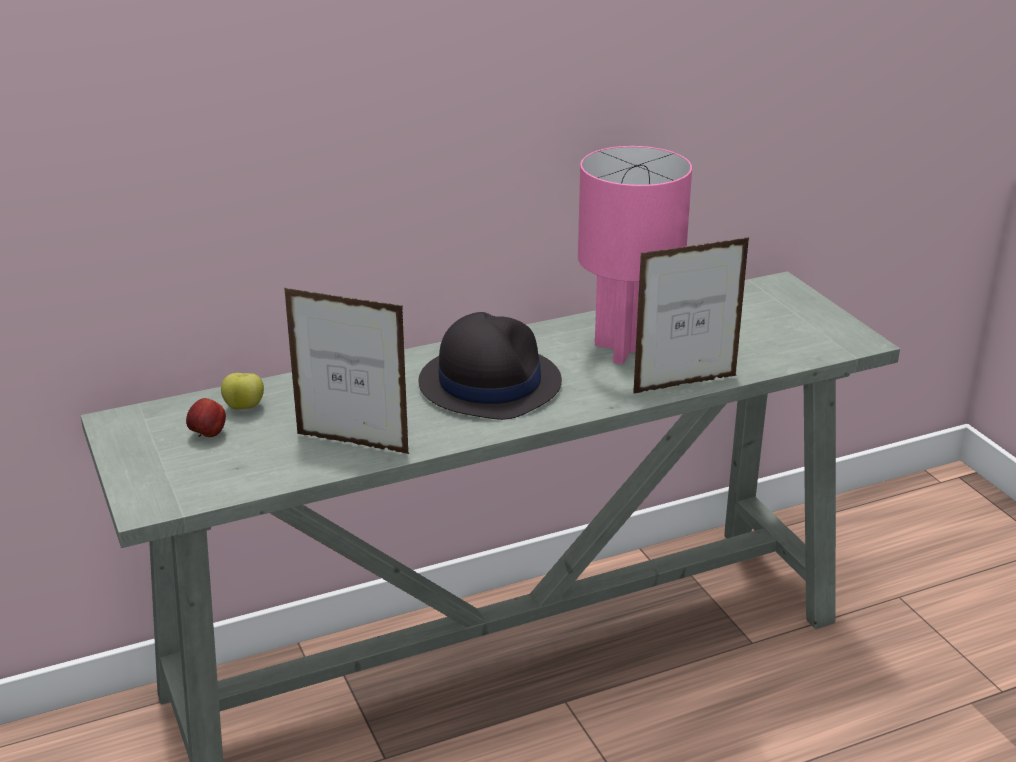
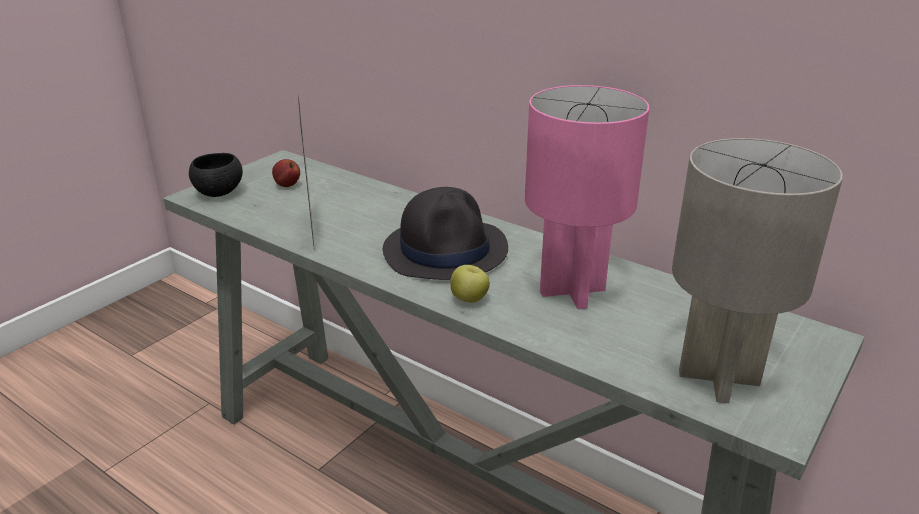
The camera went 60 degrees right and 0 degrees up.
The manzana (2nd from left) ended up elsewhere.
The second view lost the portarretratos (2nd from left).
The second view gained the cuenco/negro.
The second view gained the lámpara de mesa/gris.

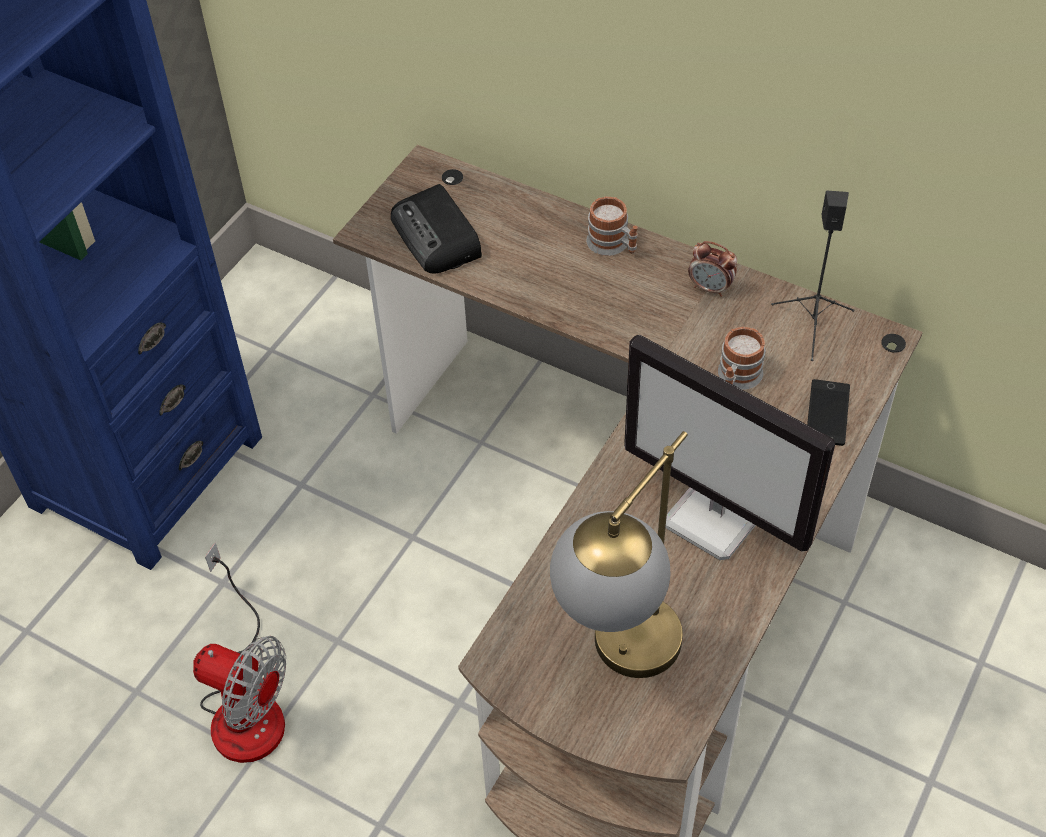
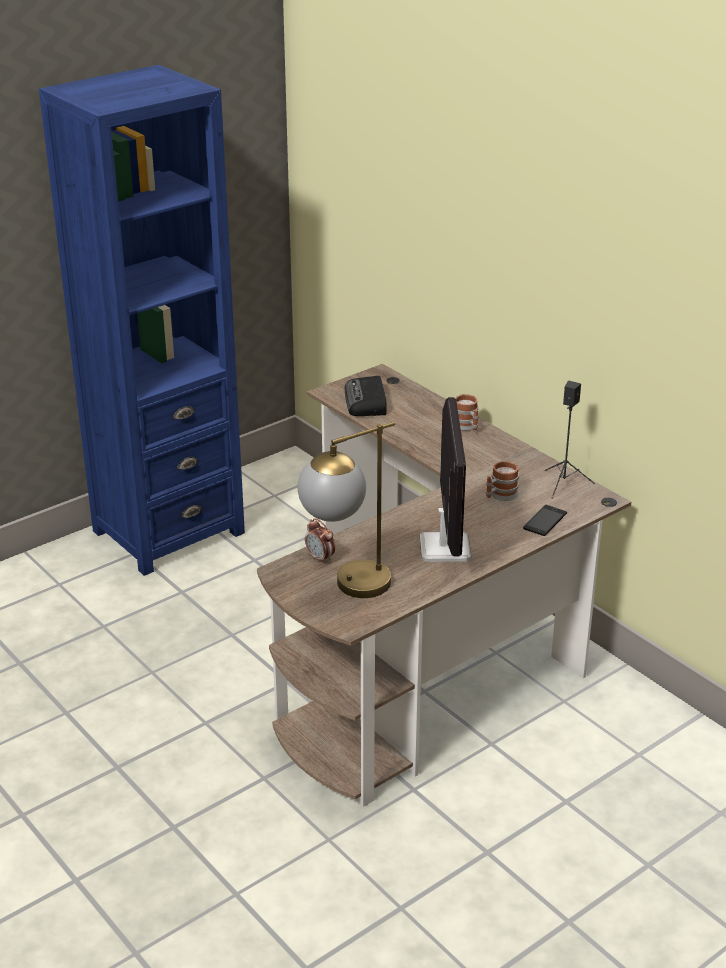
The camera went 20 degrees right and 20 degrees down.
The second view lost the ventilador.
The monitor ended up facing another way, 150 degrees counterclockwise from before.
The despertador ended up elsewhere.

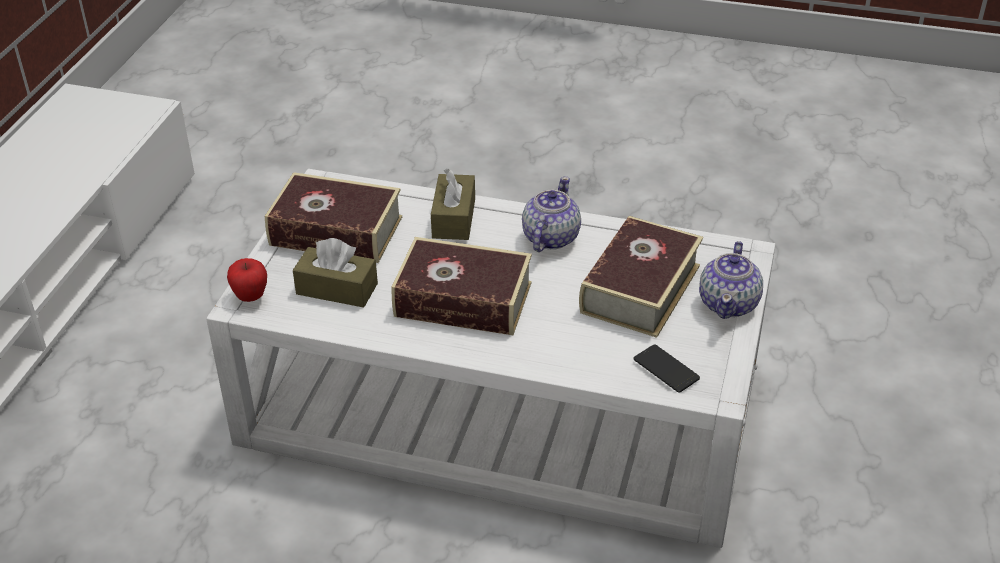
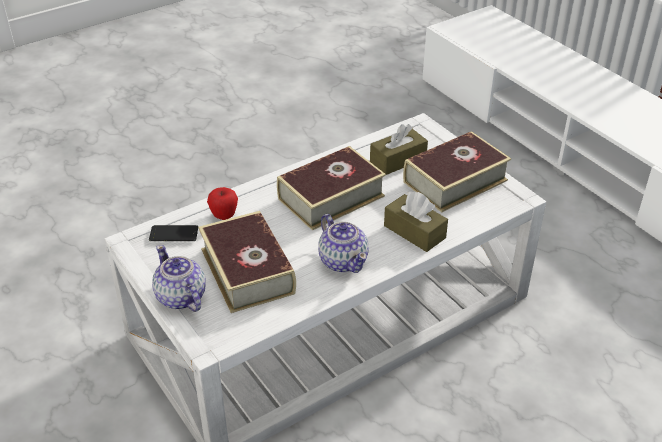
The camera went 130 degrees right and 0 degrees up.
The manzana ended up elsewhere.

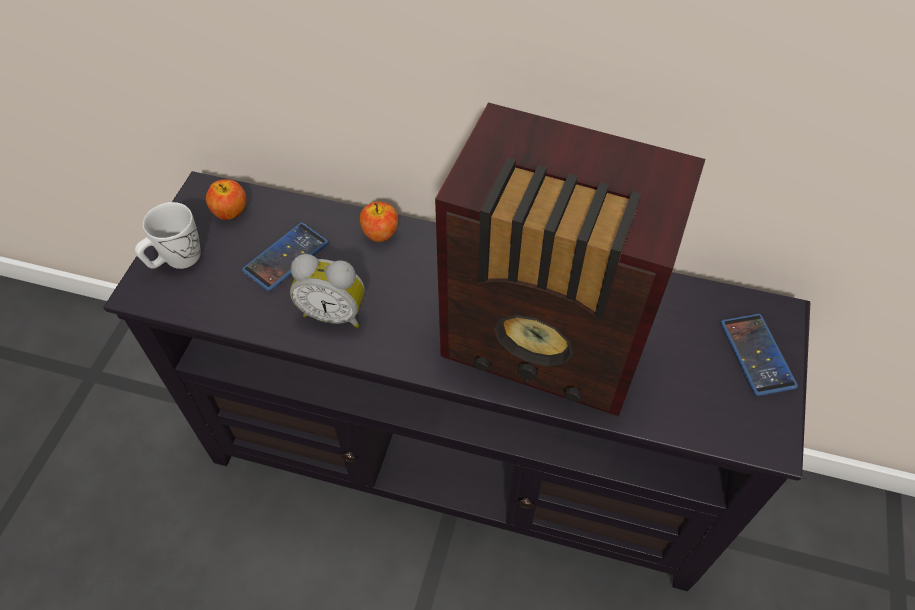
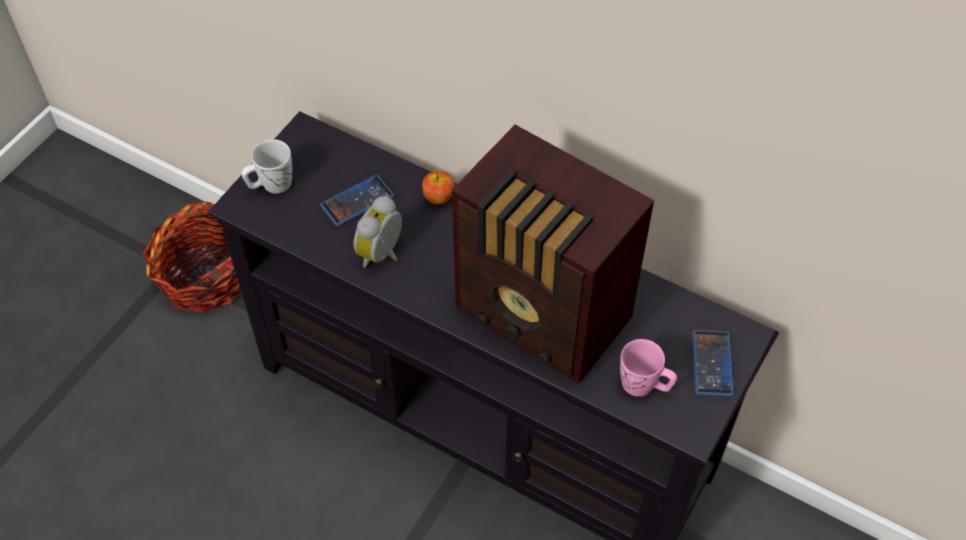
The camera went 15 degrees right and 0 degrees up.
The second view lost the manzana (1st from left).
The despertador ended up facing another way, 90 degrees clockwise from before.
The second view gained the cesta.
The second view gained the taza grande/rosa.

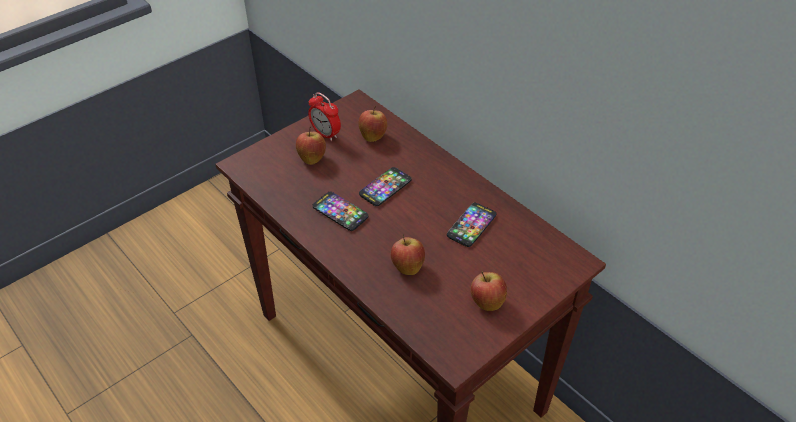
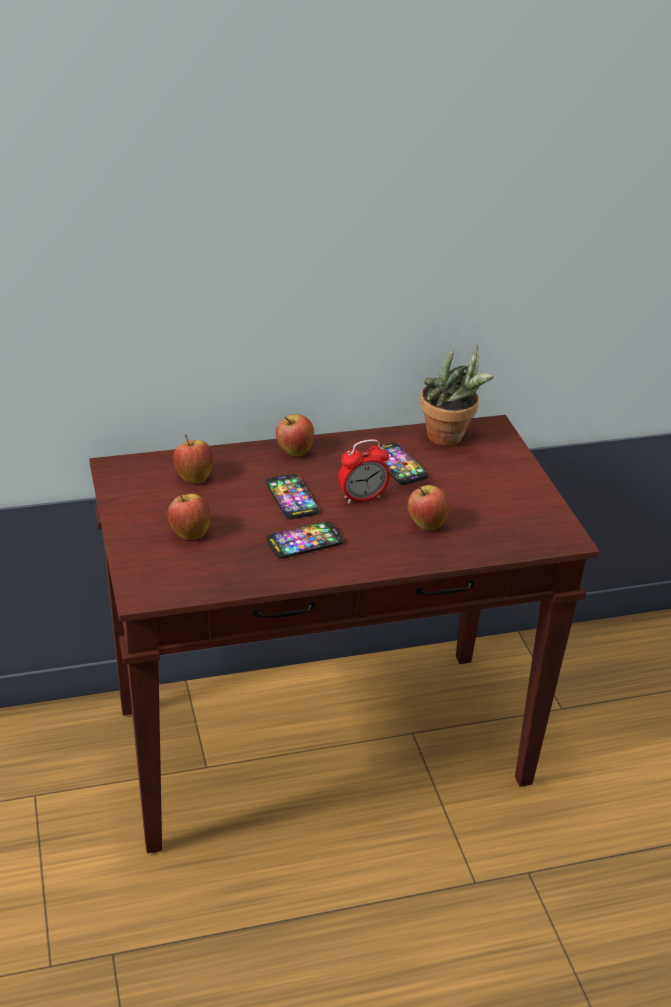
The camera went 65 degrees left and 10 degrees down.
The despertador ended up elsewhere.
The manzana (4th from left in the first image) ended up elsewhere.
The second view gained the planta en maceta.

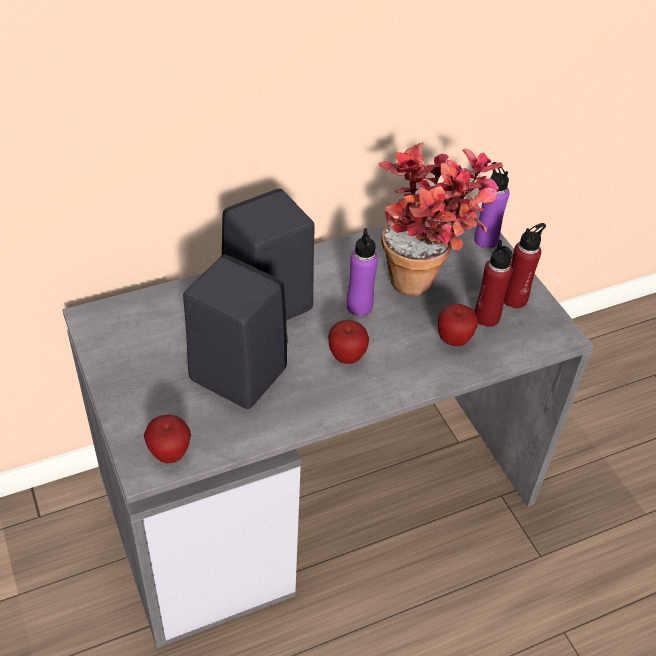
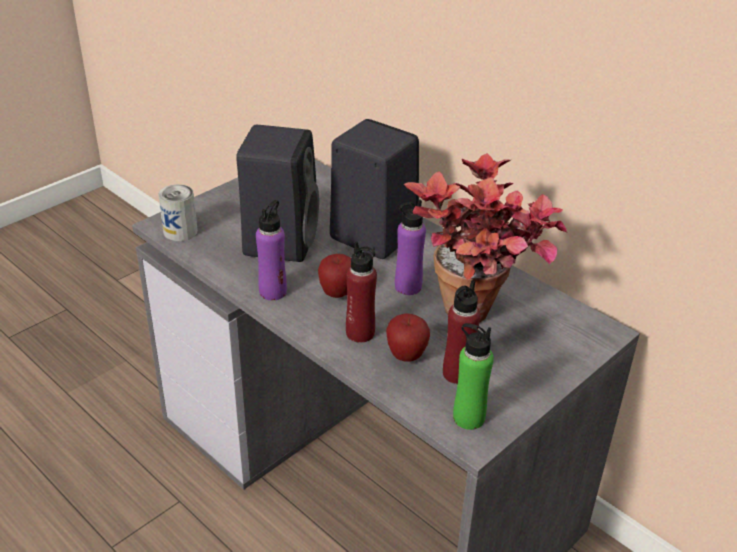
The camera went 70 degrees right and 10 degrees down.
Where the manzana (1st from left) stood, the lata came to stand.
The botella/morado (2nd from left in the first image) ended up elsewhere.
The botella/rojo (2nd from left in the first image) ended up elsewhere.
The second view gained the botella/verde.

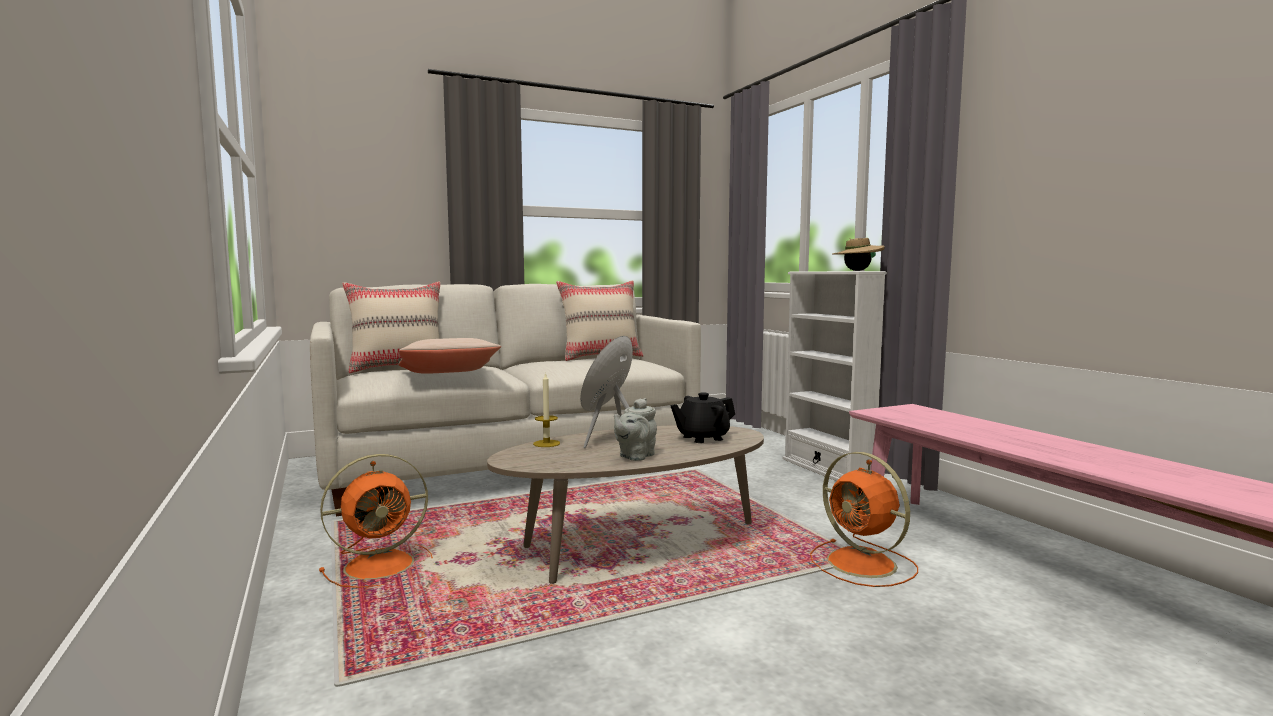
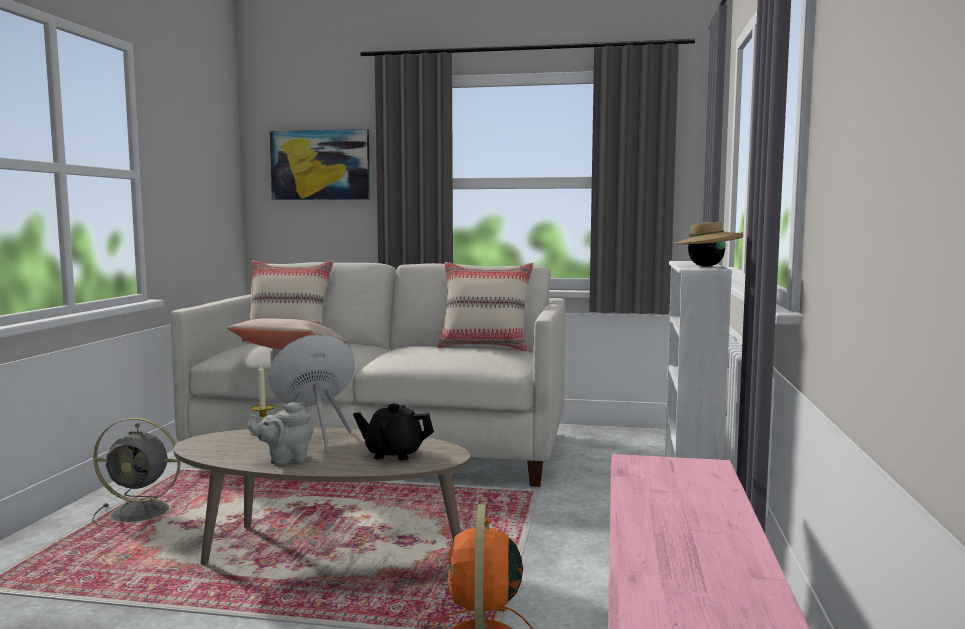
The camera went 35 degrees right and 0 degrees up.
What was the ventilador/naranja (1st from left) turned into the ventilador/gris.
The second view gained the cuadro.

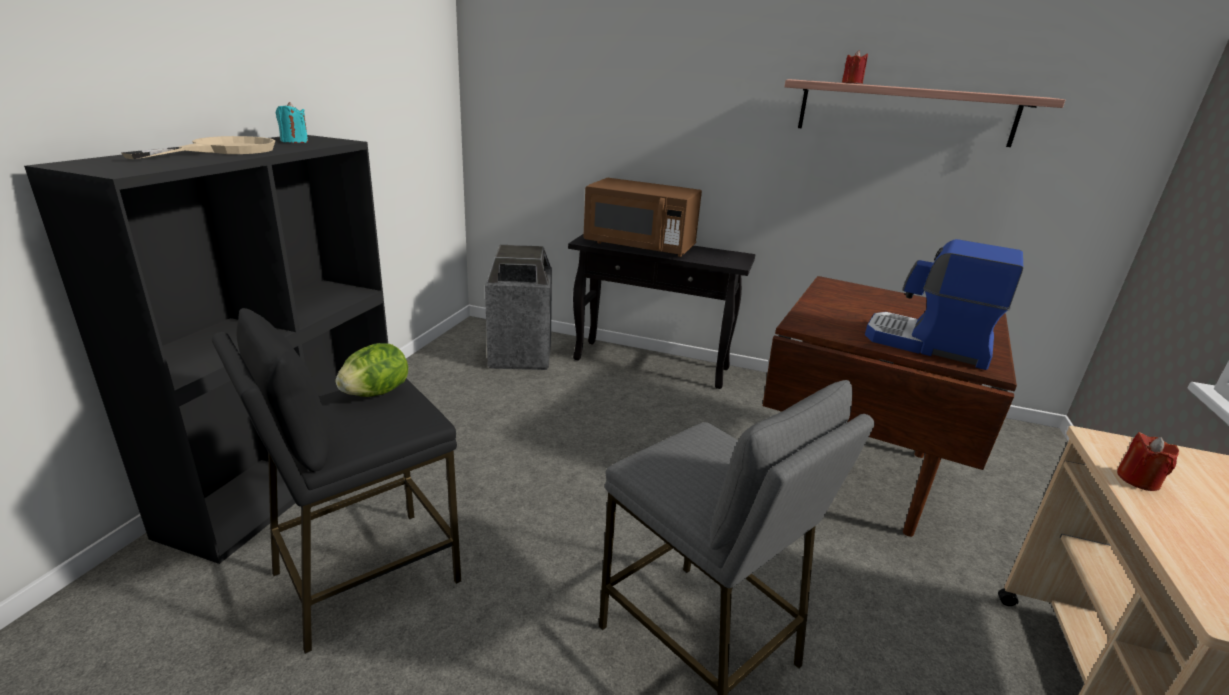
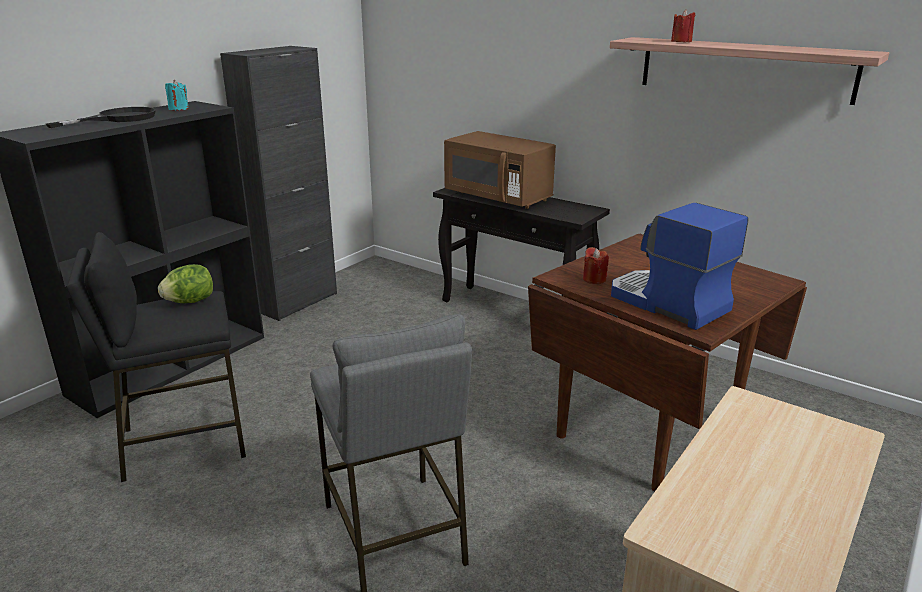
The camera went 20 degrees right and 0 degrees up.
What was the sartén/beis turned into the sartén/negro.
The second view lost the papelera.
The vela/rojo (2nd from left in the first image) ended up elsewhere.
The second view gained the armario/negro.

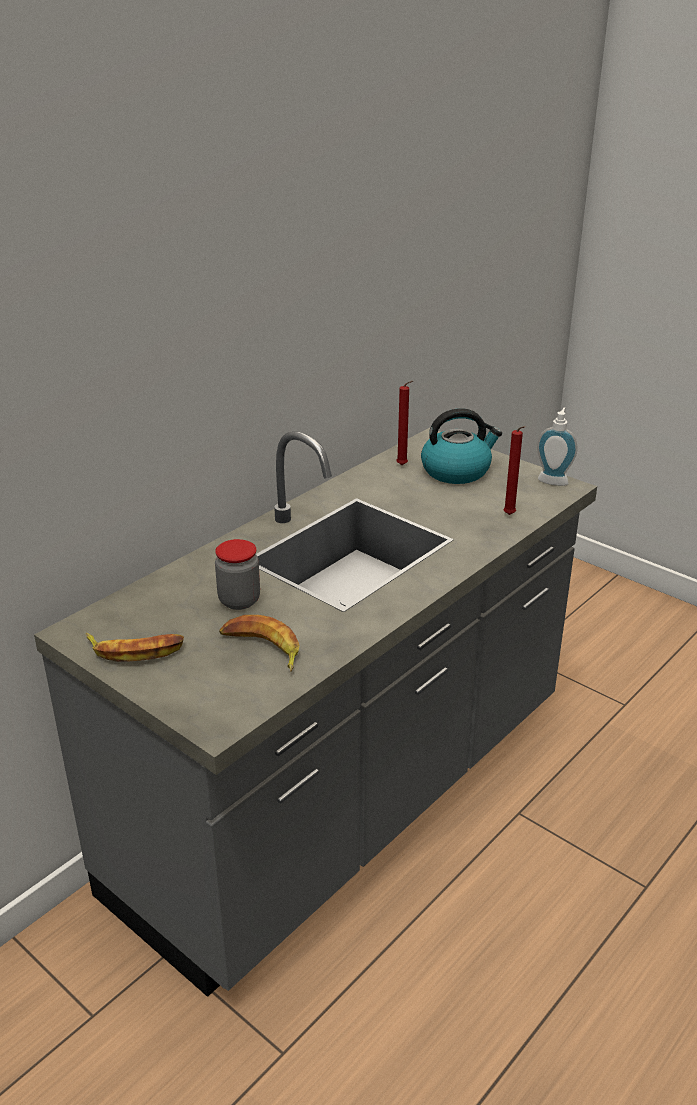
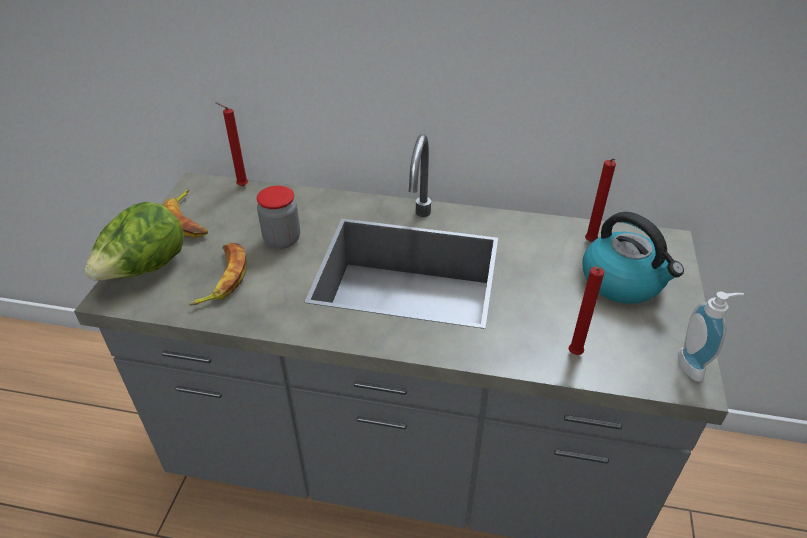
The camera went 60 degrees right and 10 degrees up.
The second view gained the lechuga.
The second view gained the vela/rojo (1st from left).

